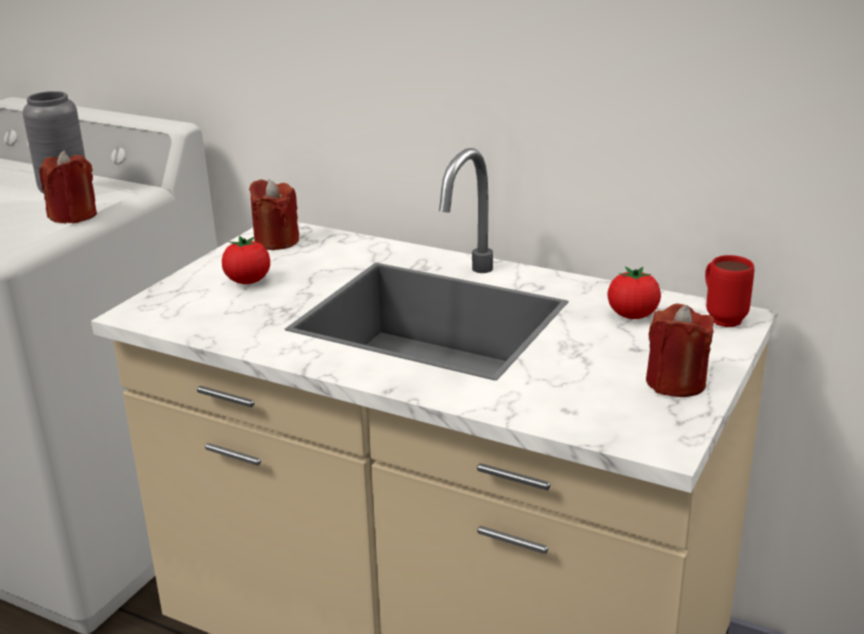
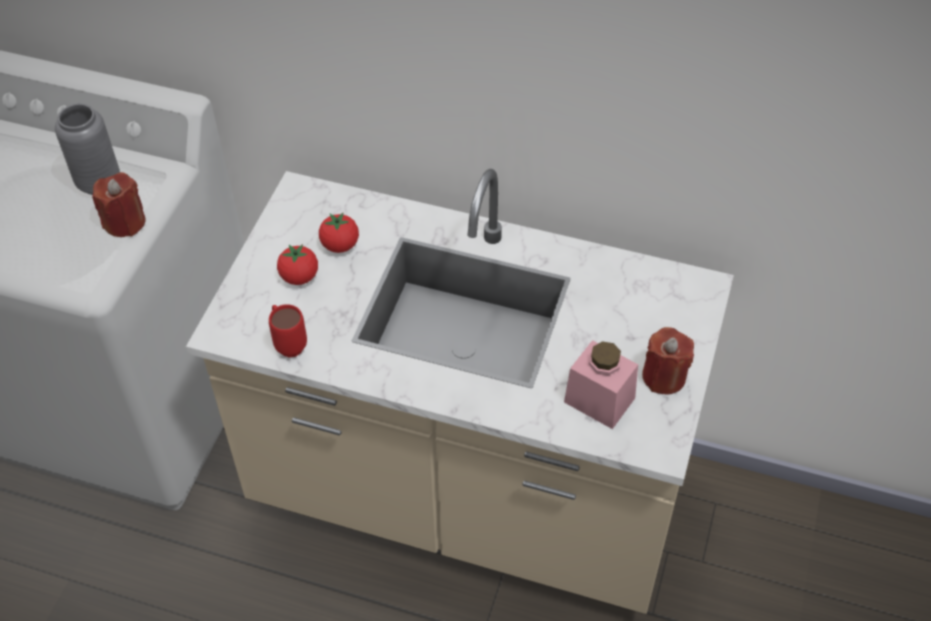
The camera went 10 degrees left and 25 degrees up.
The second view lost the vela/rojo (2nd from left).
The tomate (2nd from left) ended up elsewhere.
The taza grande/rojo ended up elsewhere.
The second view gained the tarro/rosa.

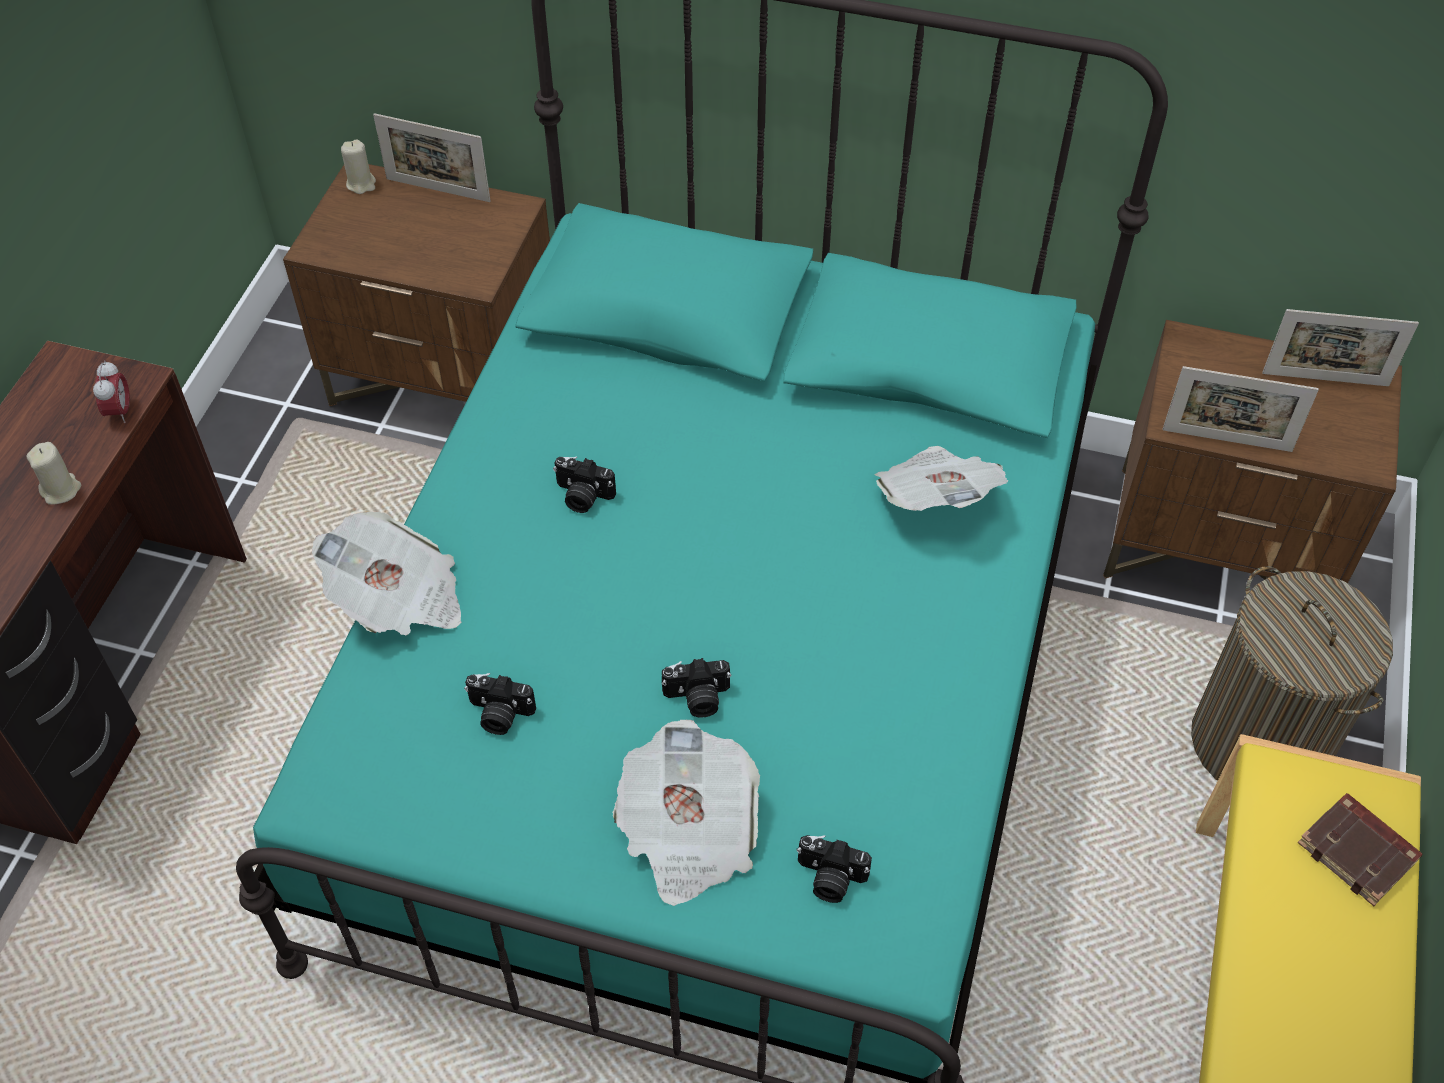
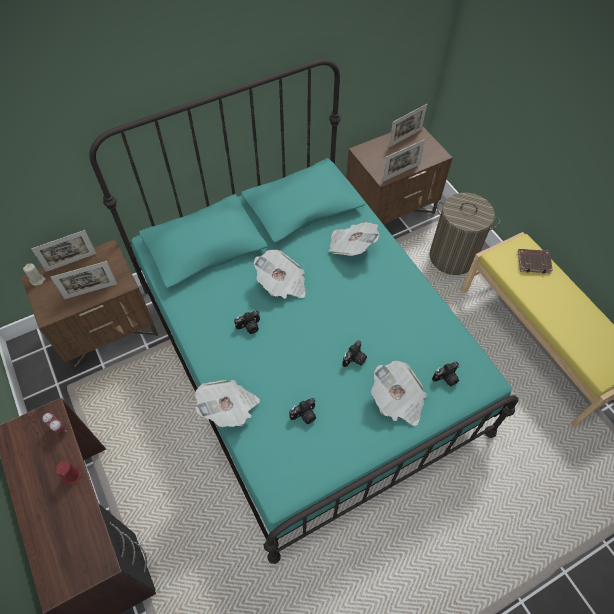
The camera went 45 degrees left and 5 degrees up.
What was the vela/beis (1st from left) turned into the vela/rojo.
The second view gained the portarretratos (2nd from left).
The second view gained the periódico (2nd from left).

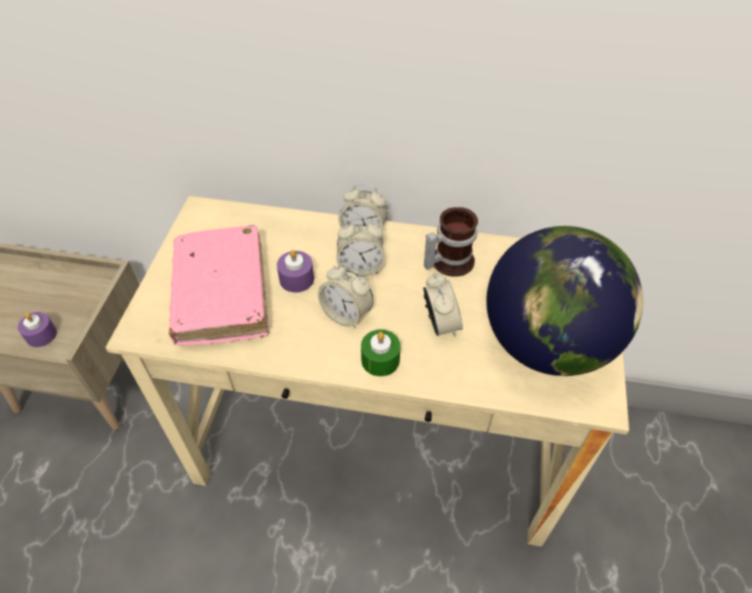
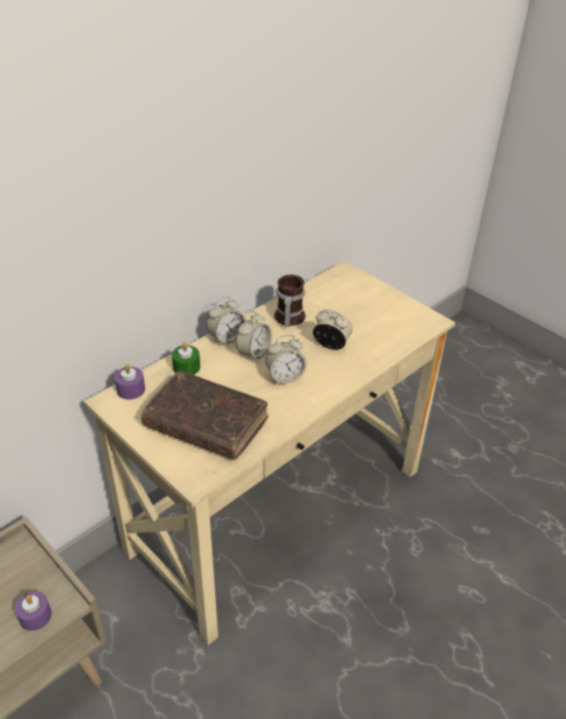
The camera went 55 degrees left and 10 degrees down.
What was the libro/rosa turned into the libro/marrón.
The vela/morado (2nd from left) ended up elsewhere.
The vela/verde ended up elsewhere.
The second view lost the globo terráqueo.

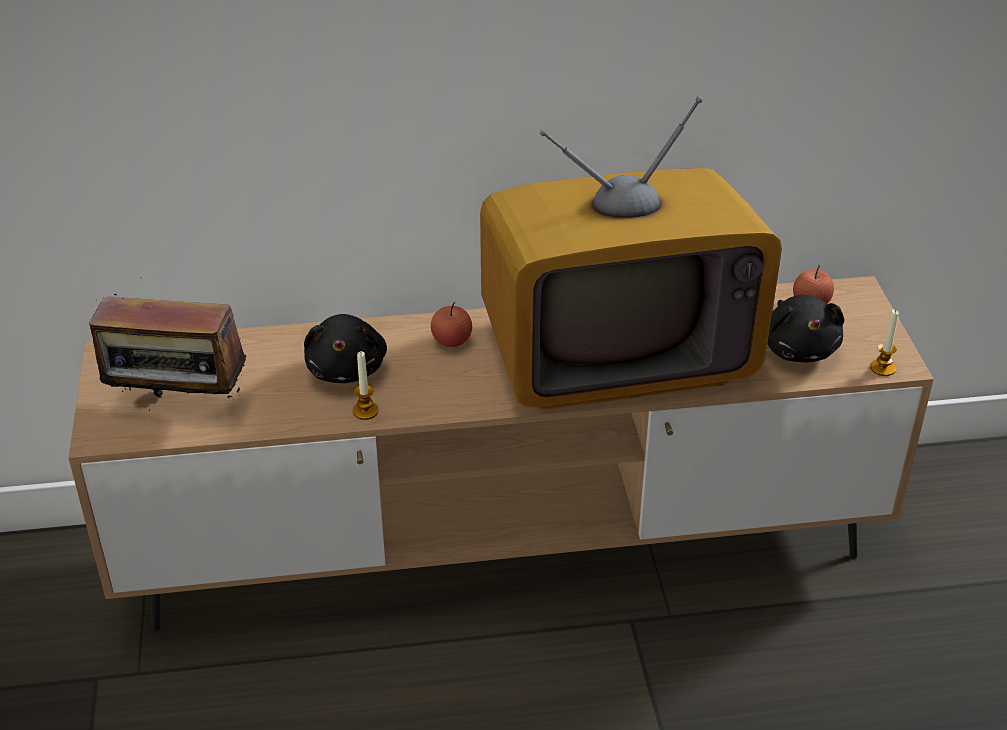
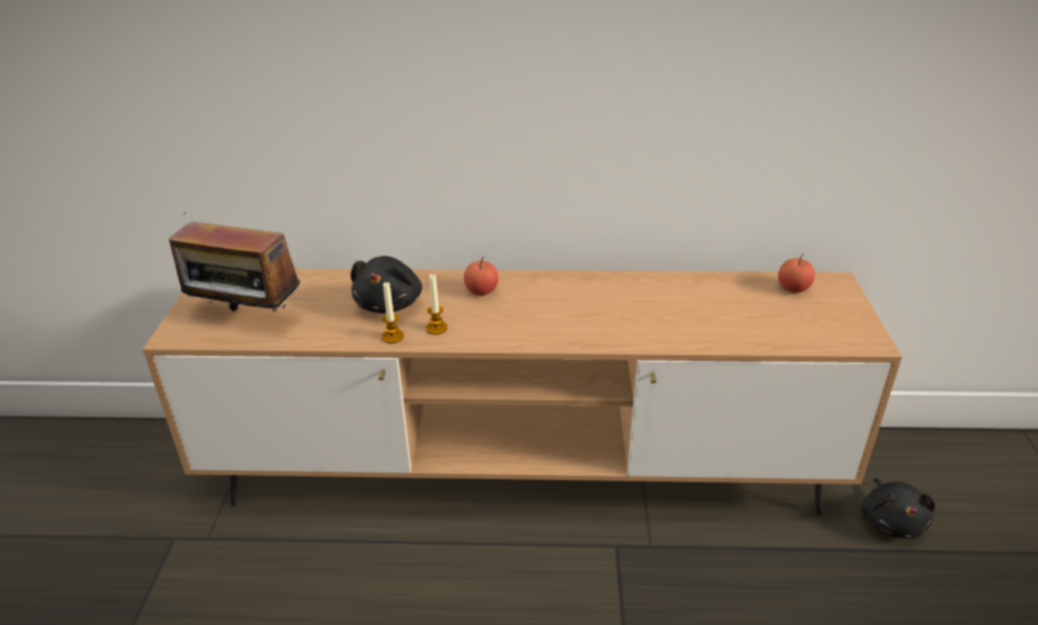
The camera went 10 degrees right and 5 degrees down.
The second view lost the televisor.
The peluche/negro (2nd from left) ended up elsewhere.
The vela (2nd from left) ended up elsewhere.

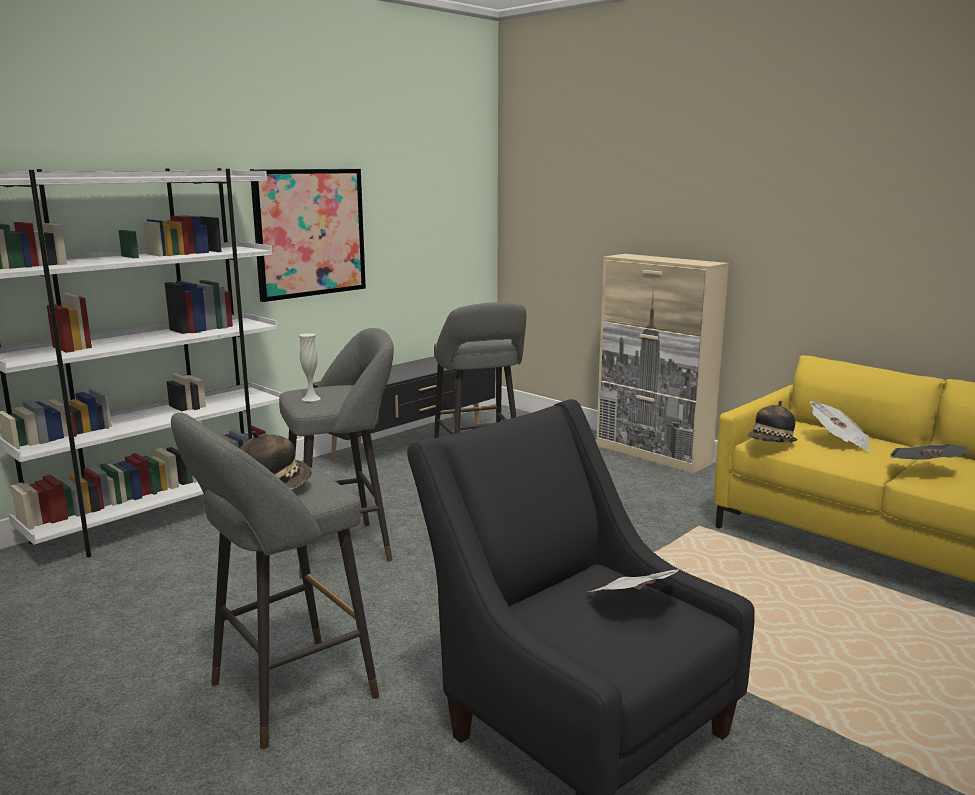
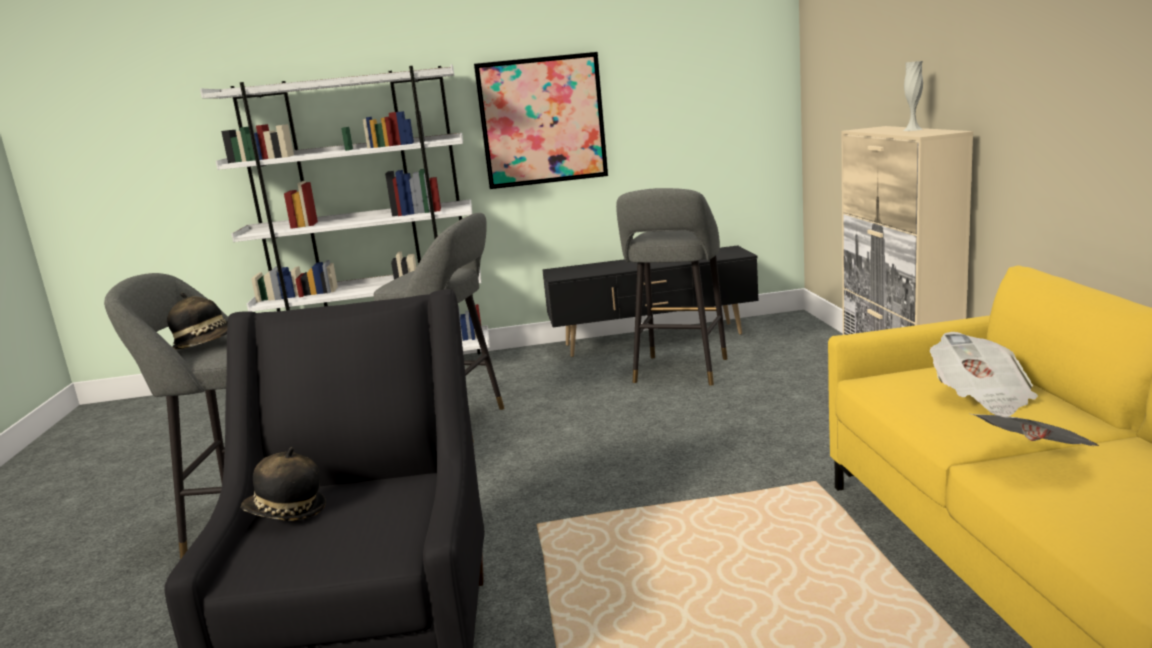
The camera went 40 degrees right and 0 degrees up.
The florero/blanco ended up elsewhere.
The second view lost the periódico (1st from left).
The sombrero (2nd from left) ended up elsewhere.

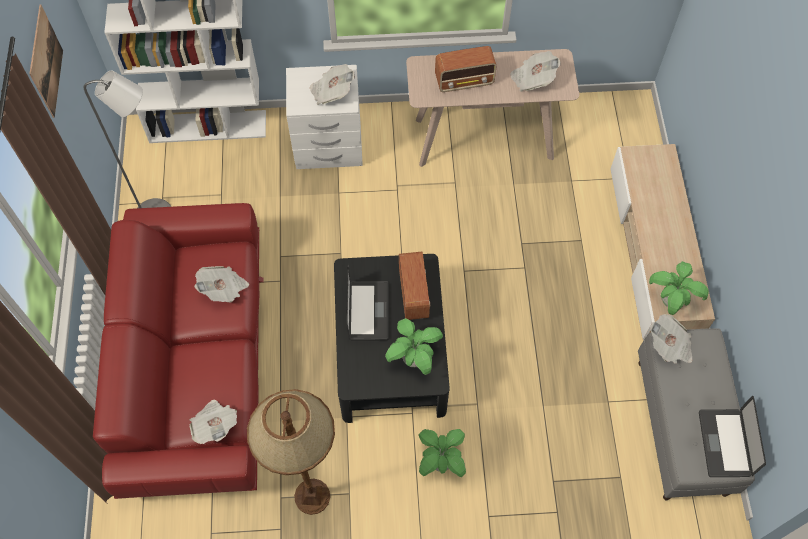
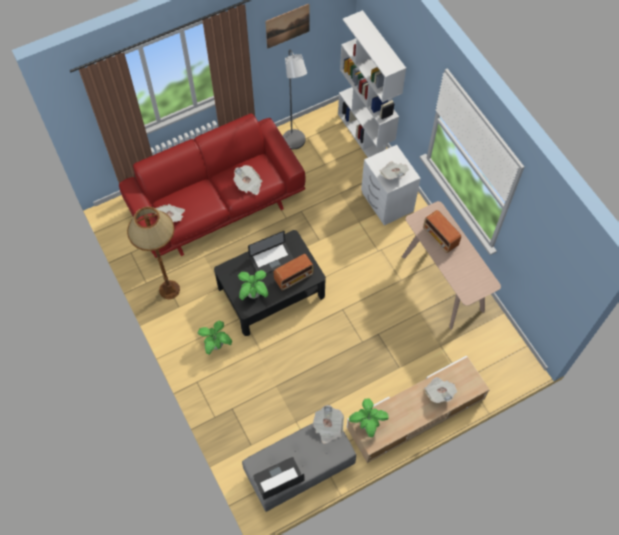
The camera went 65 degrees right and 0 degrees up.
The periódico (4th from left in the first image) ended up elsewhere.

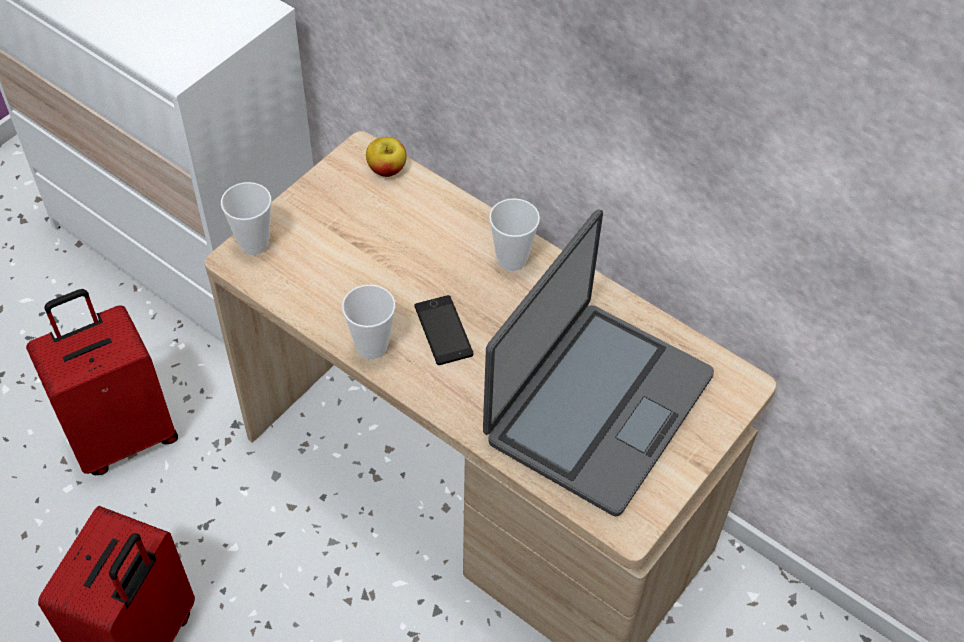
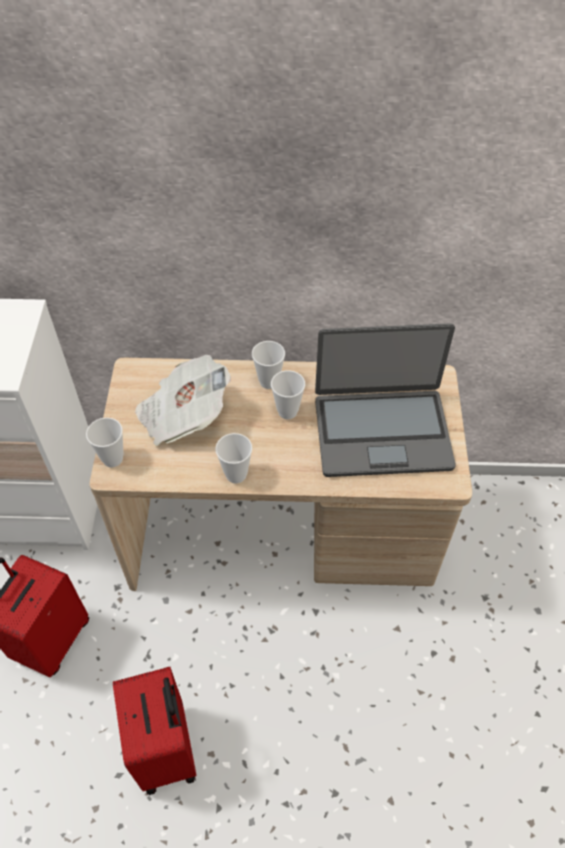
The camera went 35 degrees left and 0 degrees up.
The second view lost the manzana.
The second view lost the móvil.
The portátil ended up facing another way, 90 degrees clockwise from before.
The second view gained the periódico.
The second view gained the taza (4th from left).

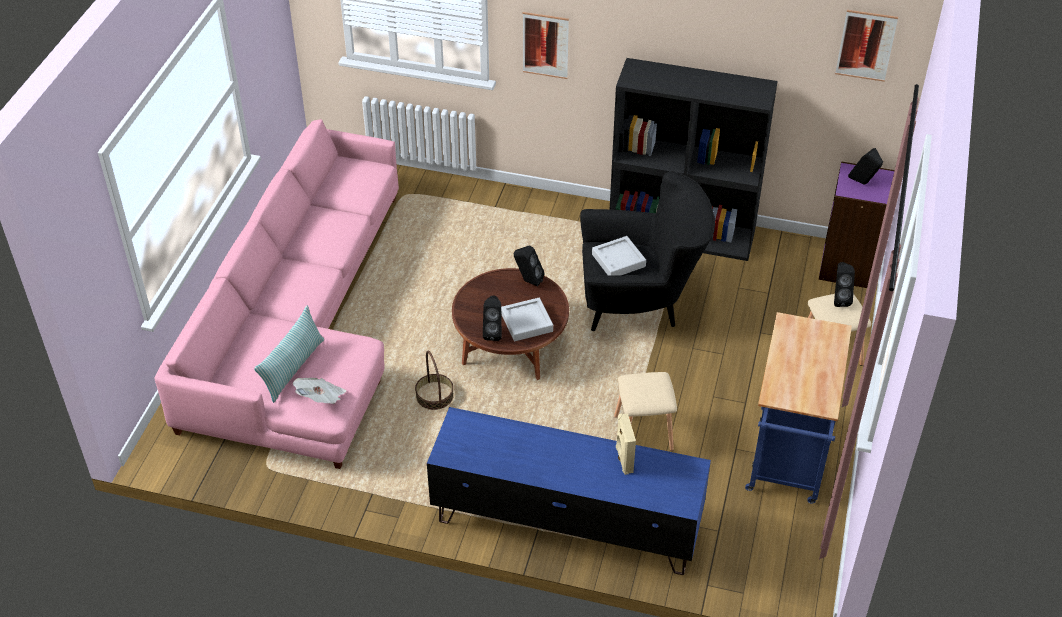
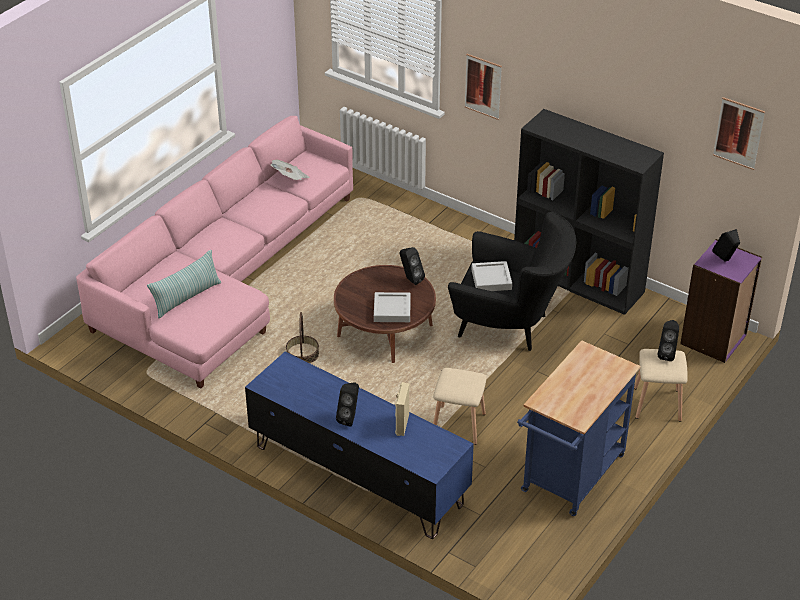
The camera went 20 degrees right and 5 degrees down.
The periódico ended up elsewhere.
The altavoz/negro (1st from left) ended up elsewhere.

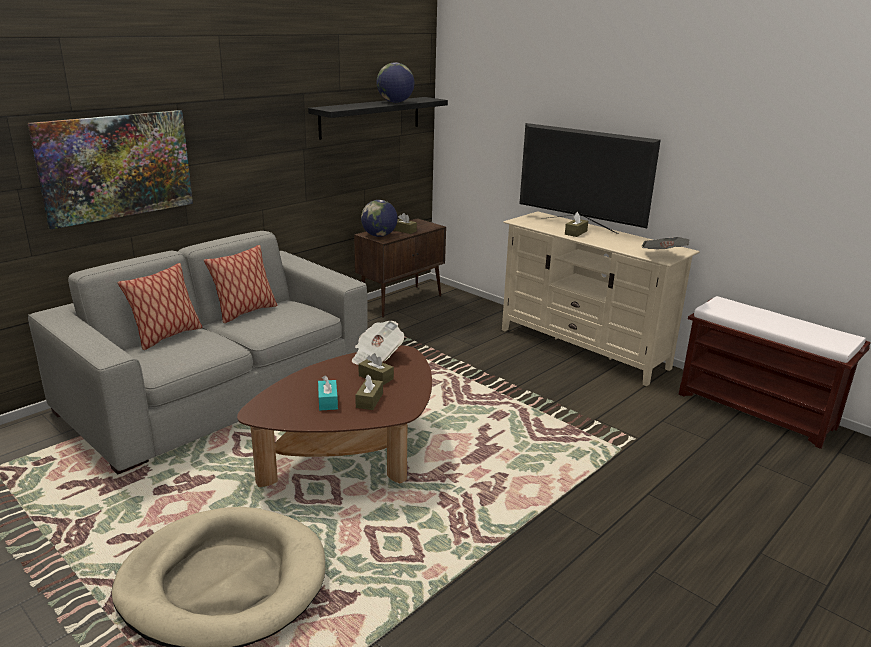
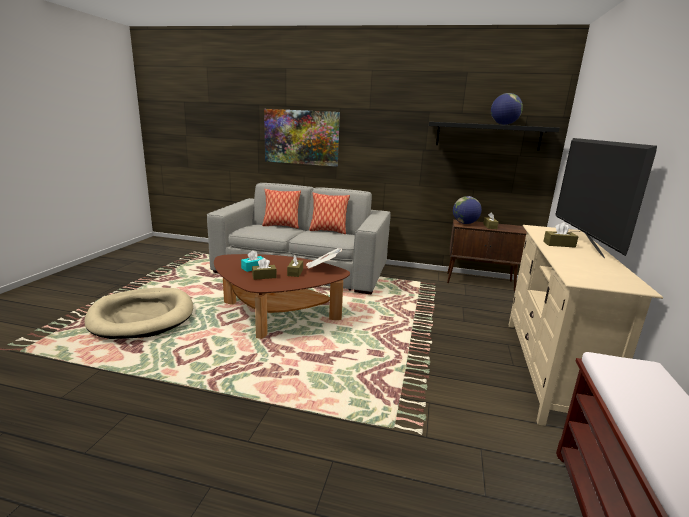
The camera went 60 degrees right and 5 degrees down.
The second view lost the periódico (2nd from left).

